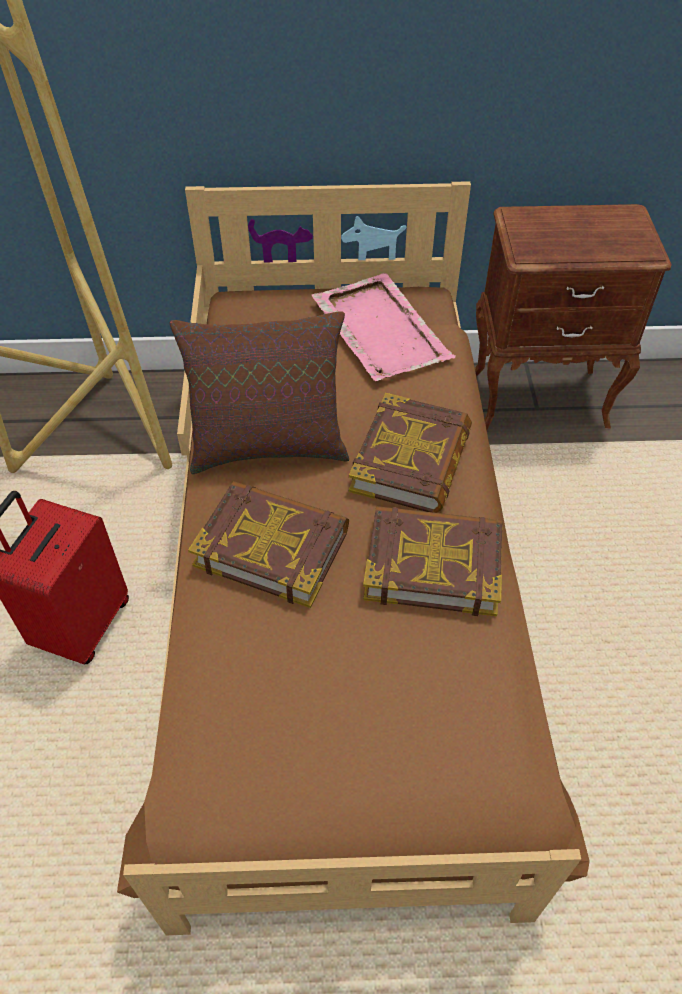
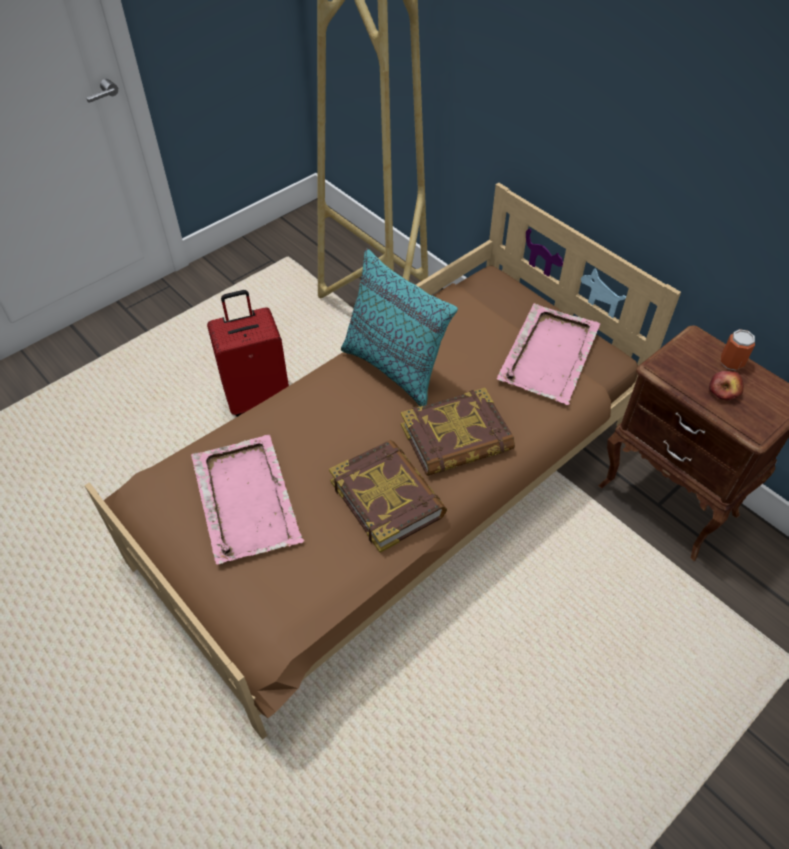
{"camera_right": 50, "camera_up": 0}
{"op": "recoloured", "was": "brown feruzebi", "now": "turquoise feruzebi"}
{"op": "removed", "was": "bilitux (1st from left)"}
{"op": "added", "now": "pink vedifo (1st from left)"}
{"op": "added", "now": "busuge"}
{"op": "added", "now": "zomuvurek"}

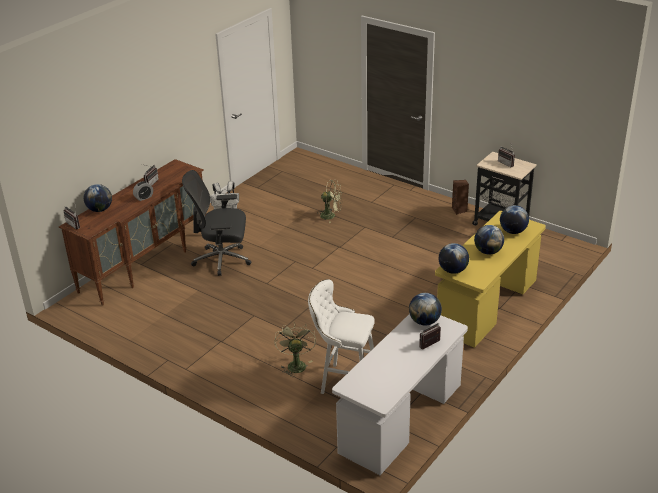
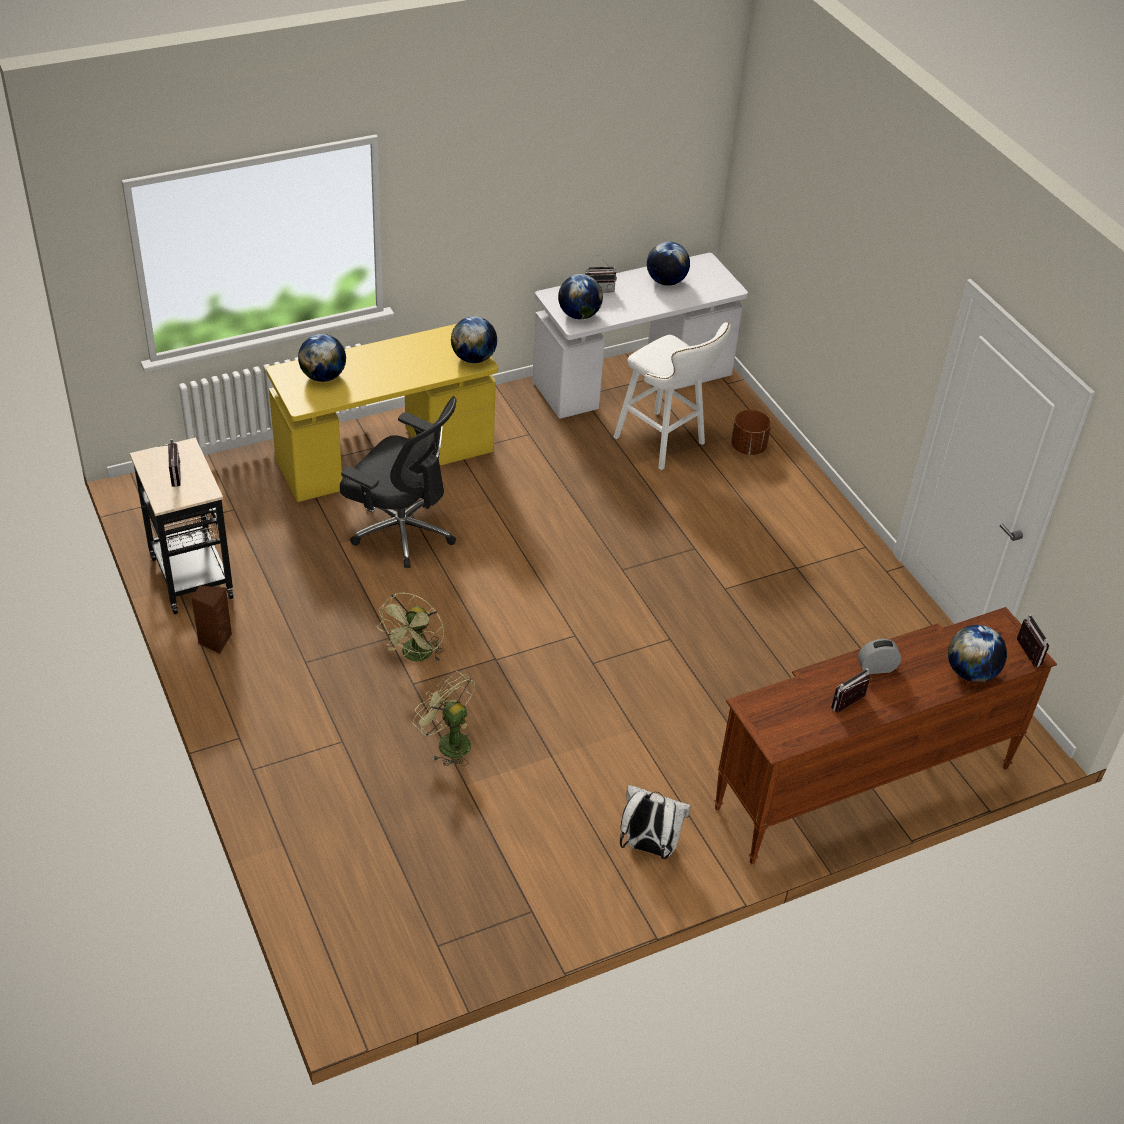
{"camera_right": -155, "camera_up": 10}
{"op": "moved", "was": "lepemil"}
{"op": "moved", "was": "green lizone (1st from left)"}
{"op": "moved", "was": "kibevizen (4th from left)"}
{"op": "added", "now": "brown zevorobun"}

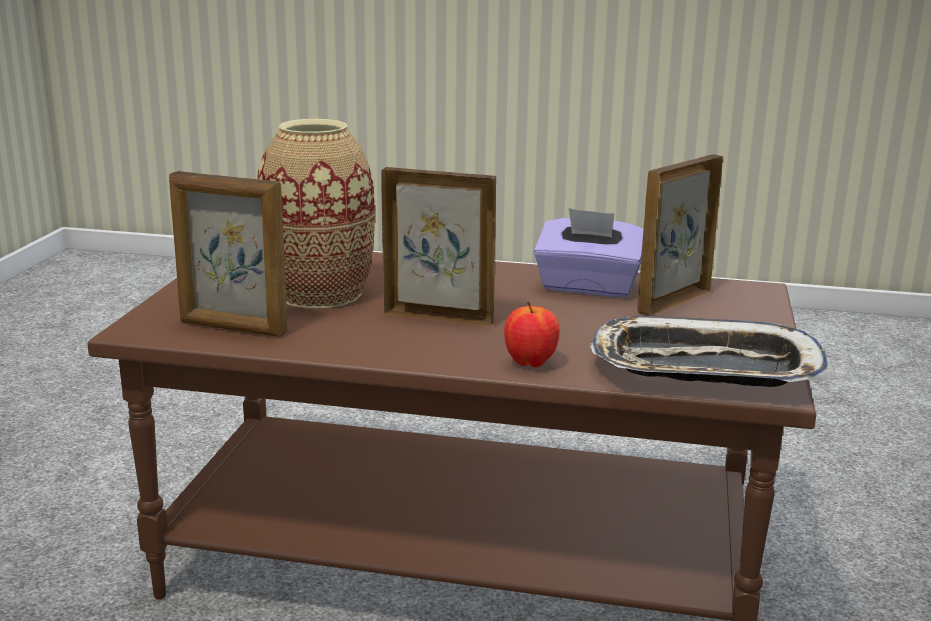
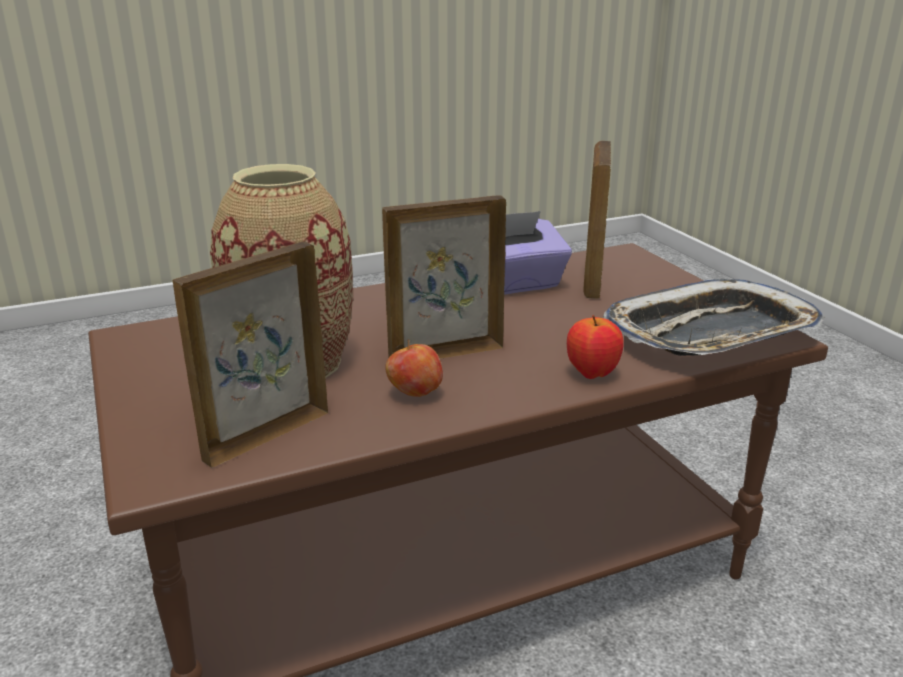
{"camera_right": -35, "camera_up": 5}
{"op": "turned", "was": "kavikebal (1st from left)", "clockwise": 150}
{"op": "added", "now": "busuge (1st from left)"}

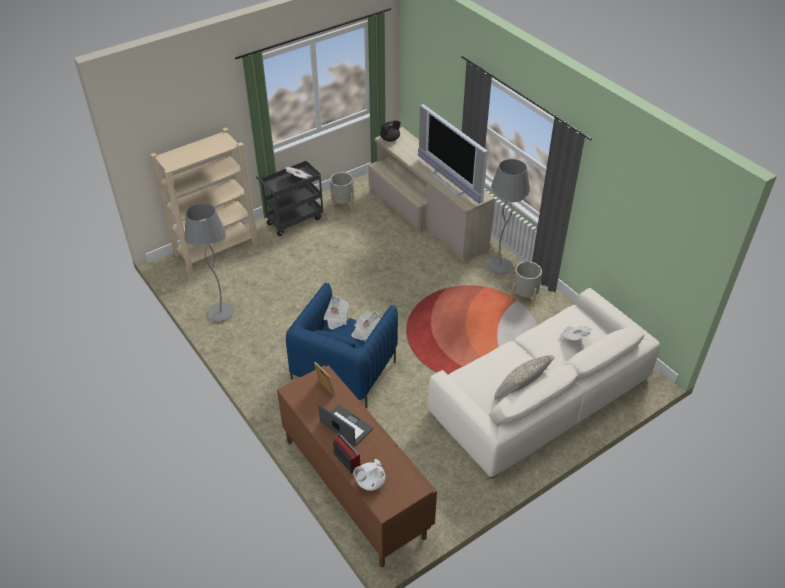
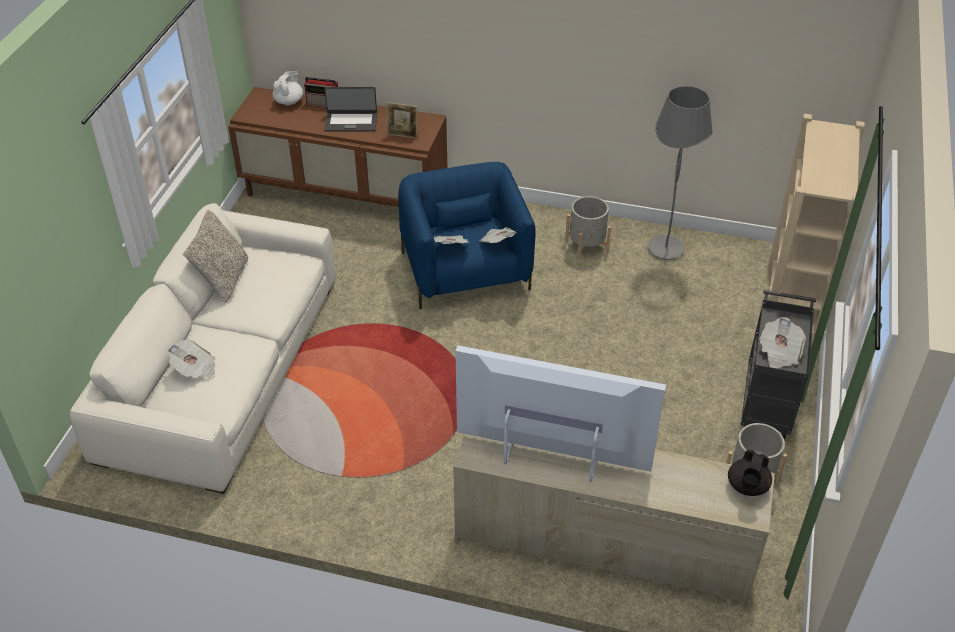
{"camera_right": 140, "camera_up": 0}
{"op": "removed", "was": "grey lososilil (2nd from left)"}
{"op": "moved", "was": "grey zevorobun (2nd from left in the first image)", "now": "grey zevorobun (1st from left)"}

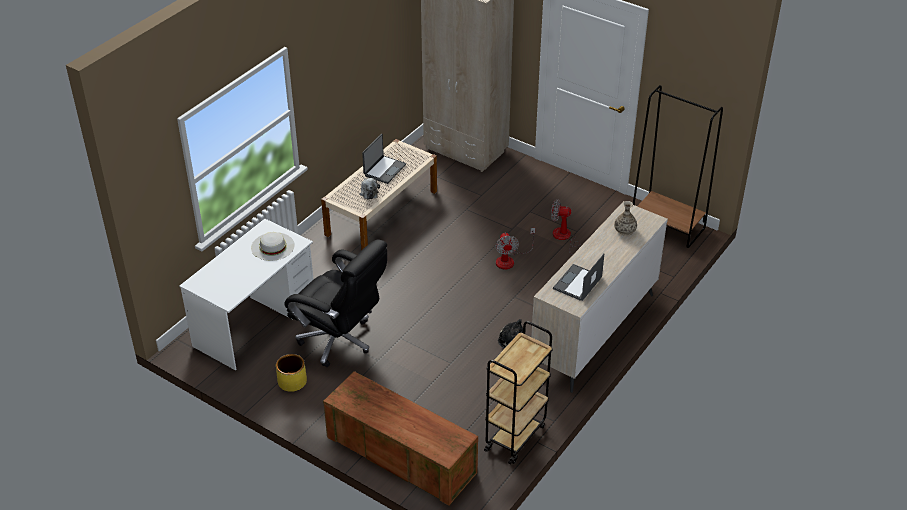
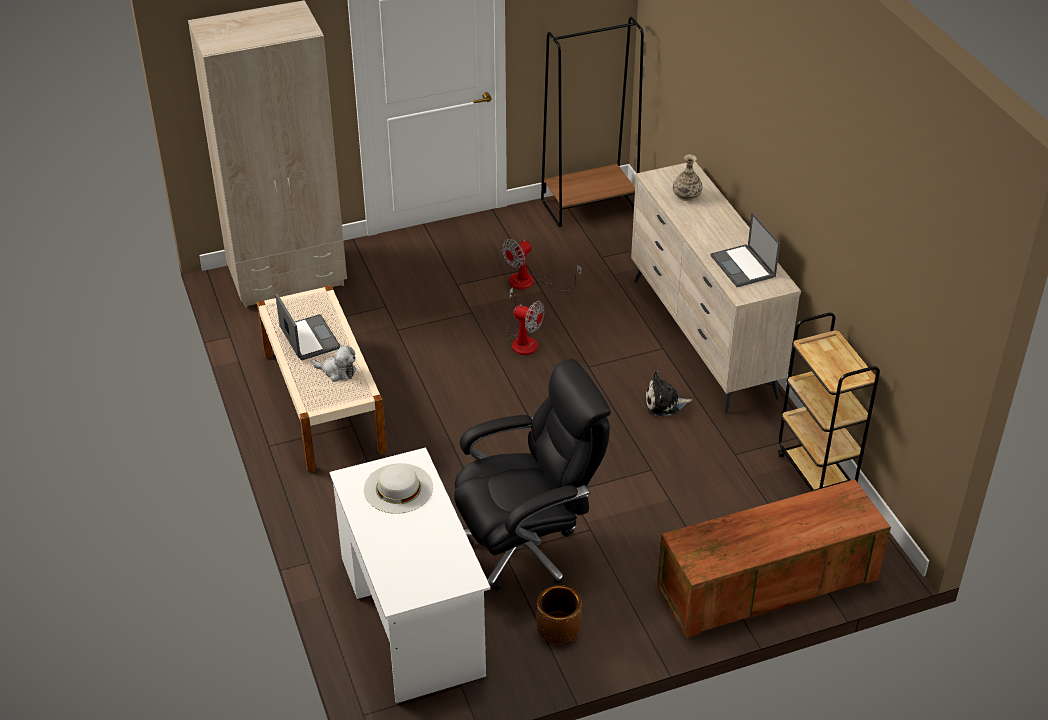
{"camera_right": -55, "camera_up": 0}
{"op": "recoloured", "was": "yellow zevorobun", "now": "brown zevorobun"}

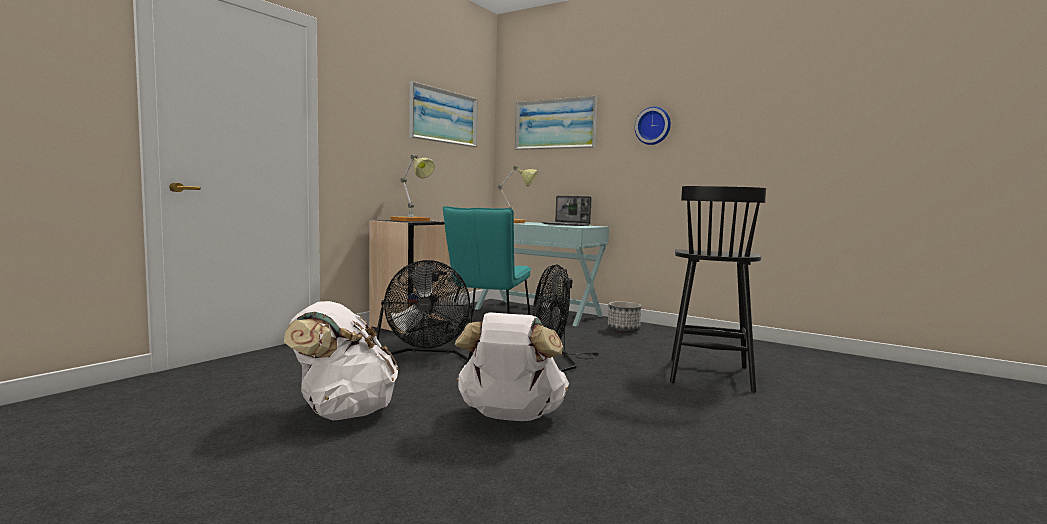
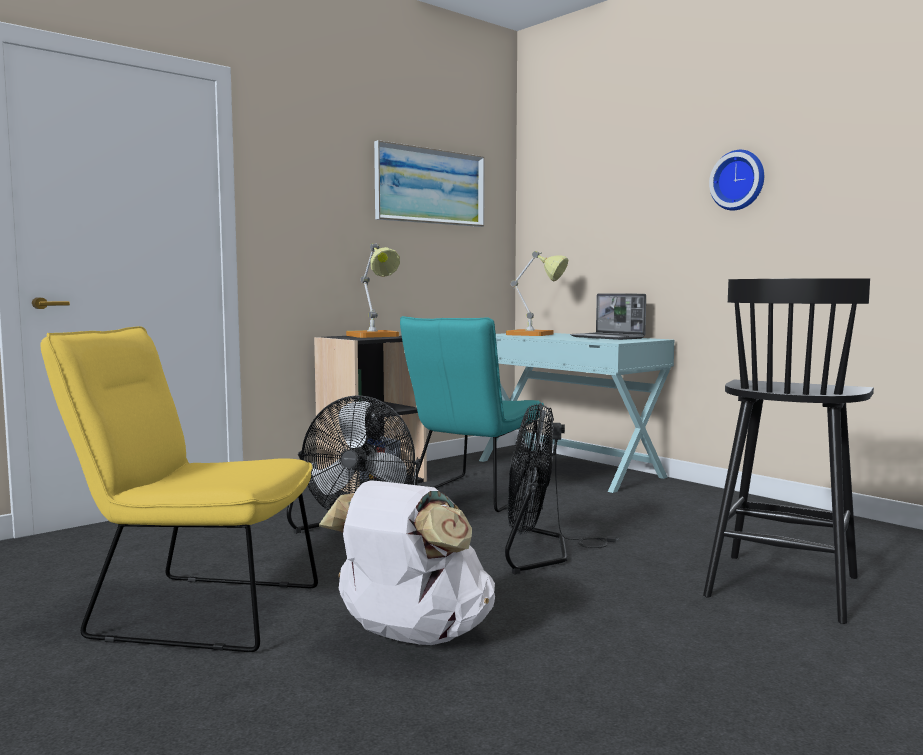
{"camera_right": 15, "camera_up": 0}
{"op": "replaced", "was": "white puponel (1st from left)", "now": "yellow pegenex"}
{"op": "removed", "was": "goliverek (2nd from left)"}
{"op": "removed", "was": "zevorobun"}

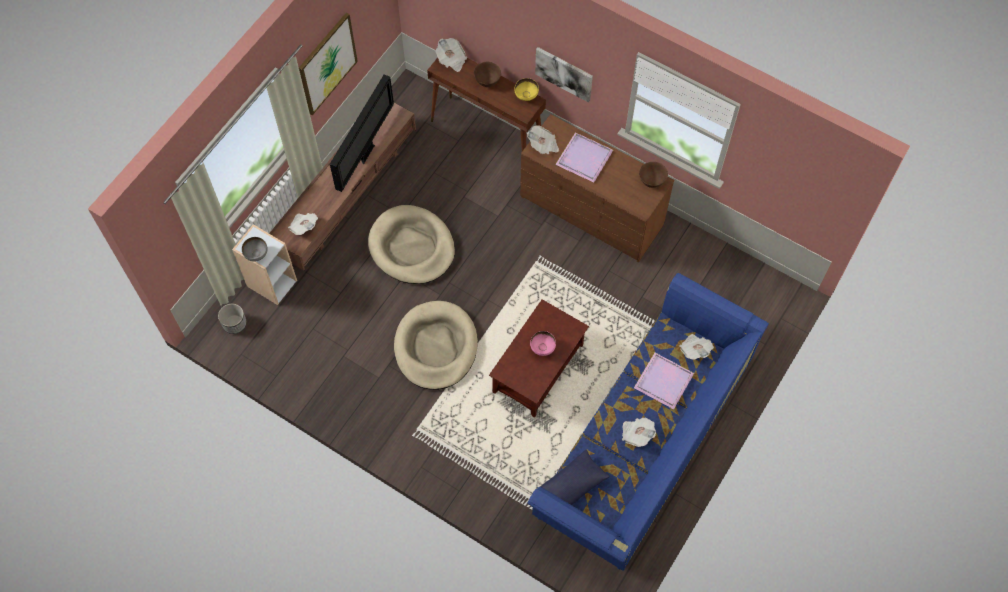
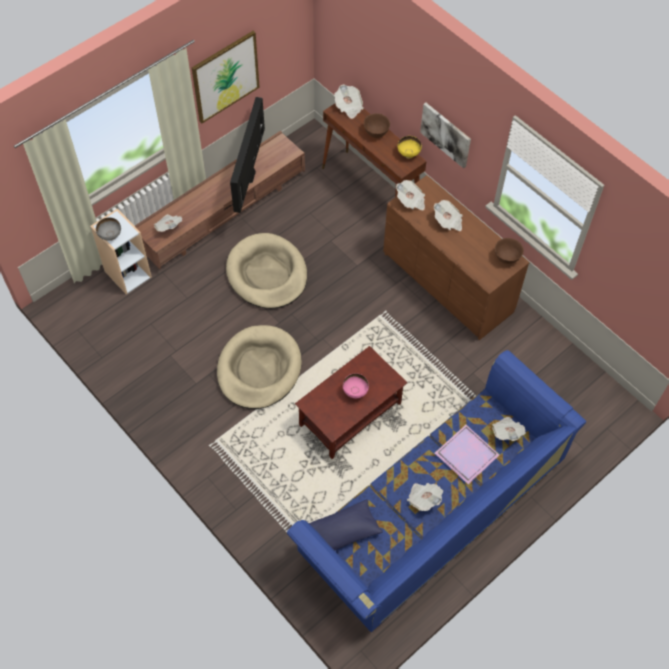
{"camera_right": 15, "camera_up": -5}
{"op": "removed", "was": "zevorobun"}
{"op": "turned", "was": "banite", "clockwise": 150}
{"op": "replaced", "was": "purple vedifo (1st from left)", "now": "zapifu (5th from left)"}

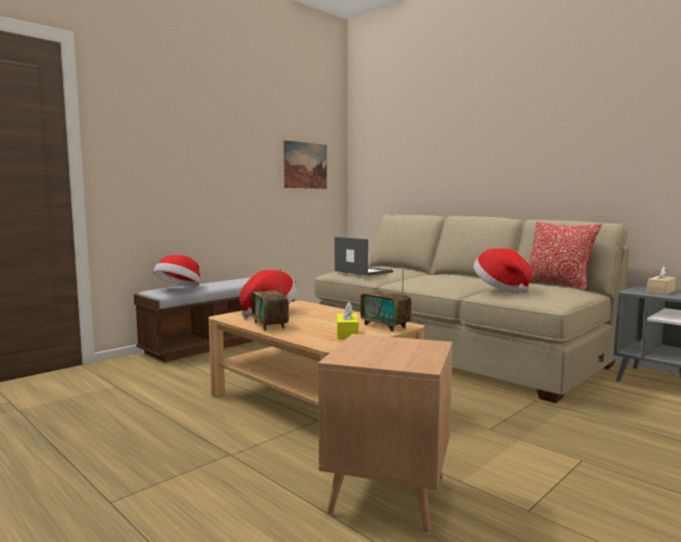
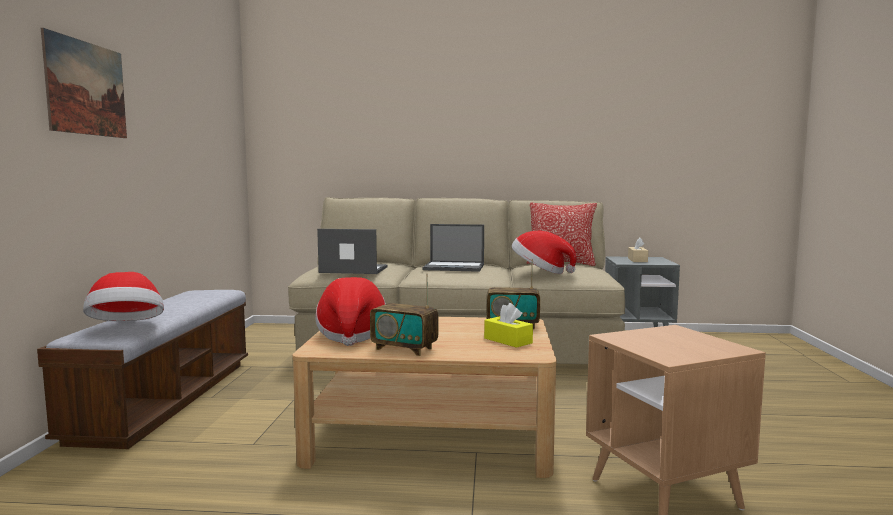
{"camera_right": -40, "camera_up": 0}
{"op": "moved", "was": "goliverek"}
{"op": "added", "now": "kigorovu (2nd from left)"}

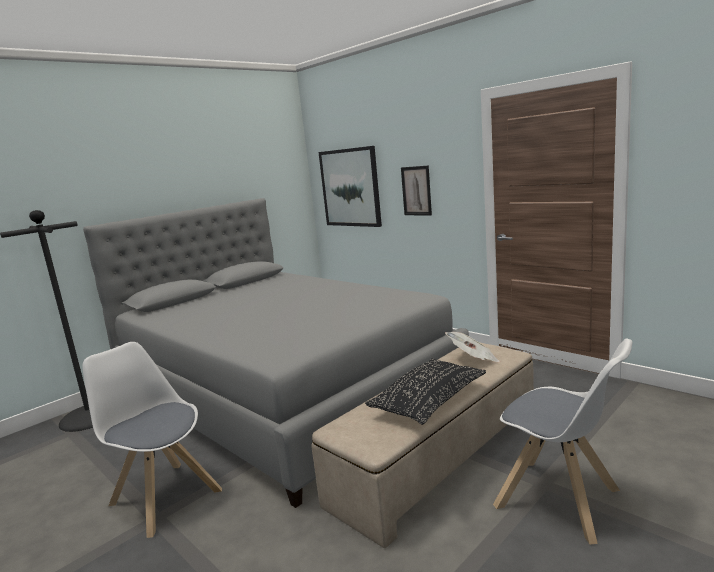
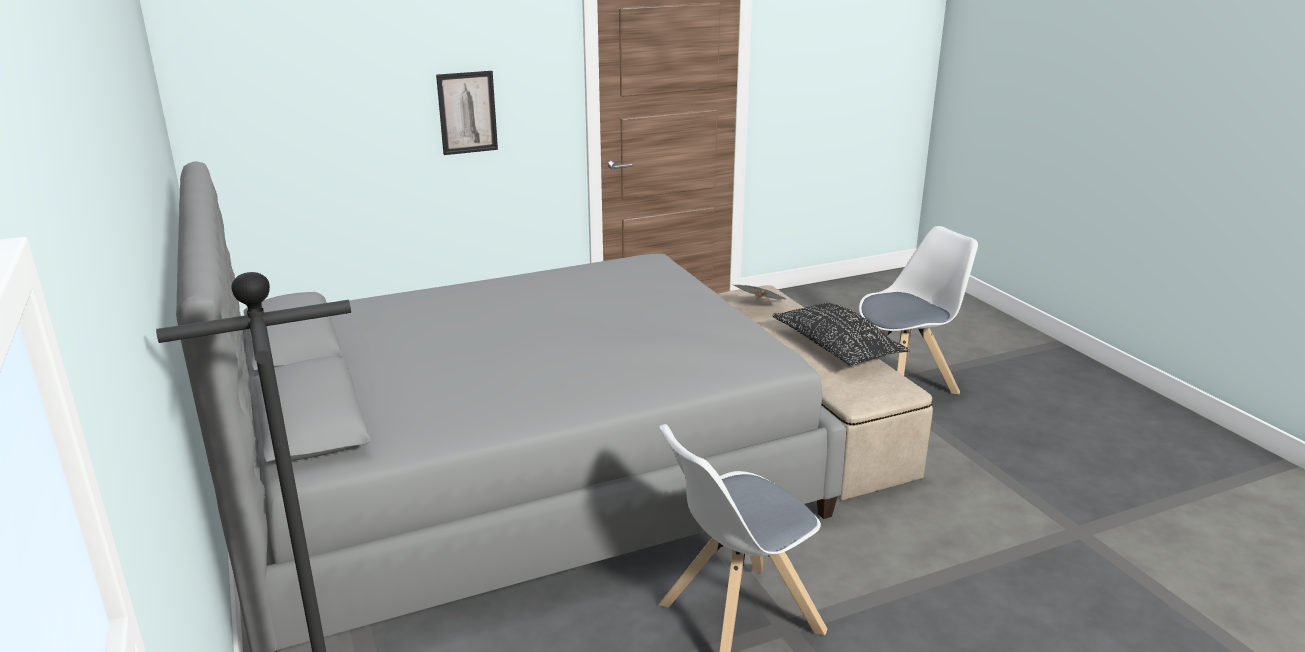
{"camera_right": -70, "camera_up": 10}
{"op": "removed", "was": "goliverek (1st from left)"}

